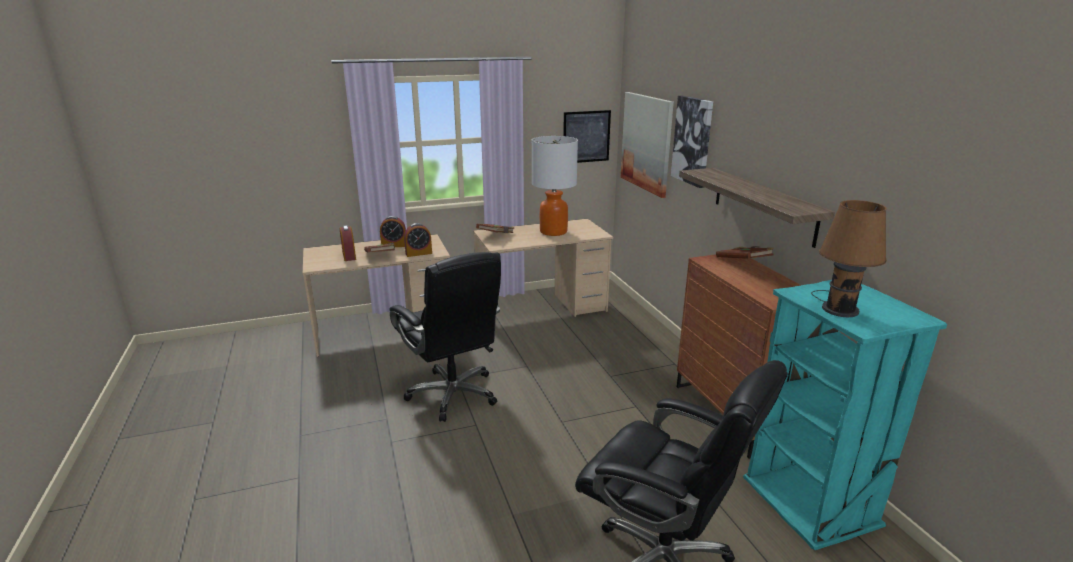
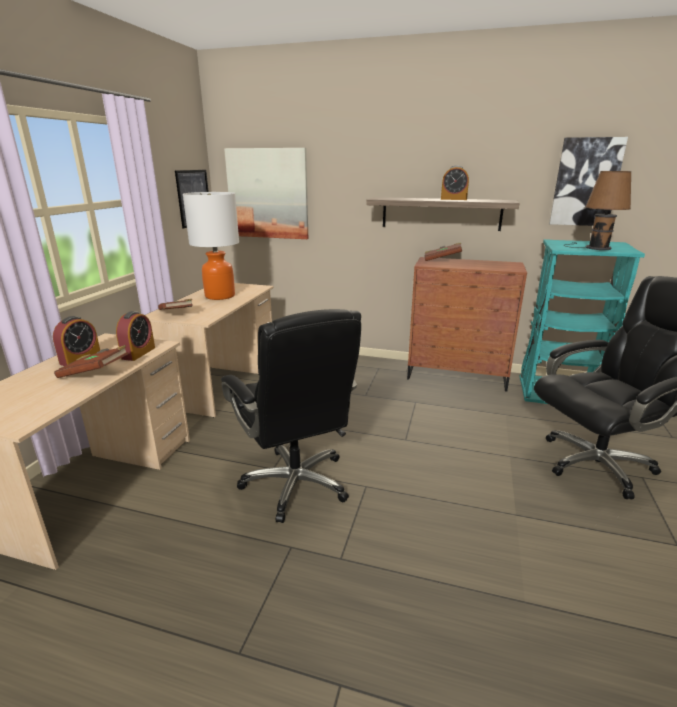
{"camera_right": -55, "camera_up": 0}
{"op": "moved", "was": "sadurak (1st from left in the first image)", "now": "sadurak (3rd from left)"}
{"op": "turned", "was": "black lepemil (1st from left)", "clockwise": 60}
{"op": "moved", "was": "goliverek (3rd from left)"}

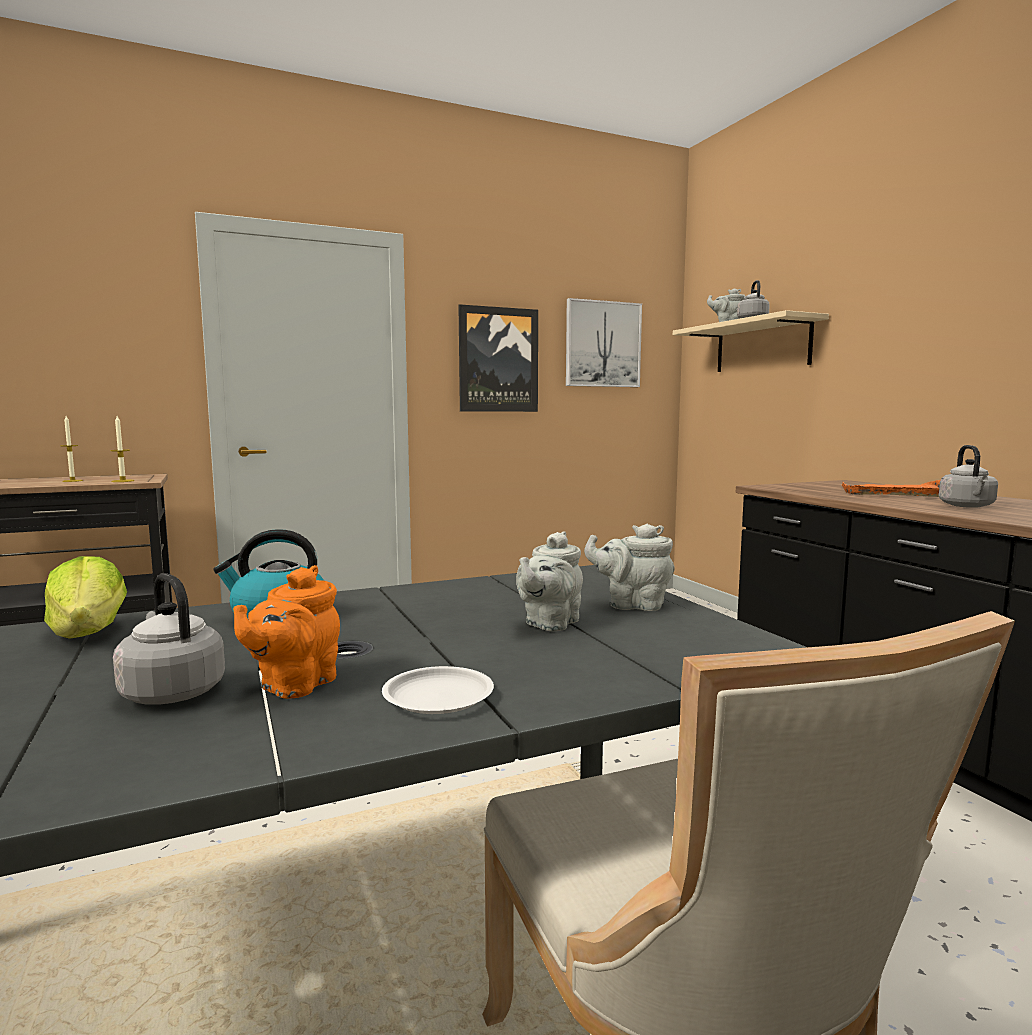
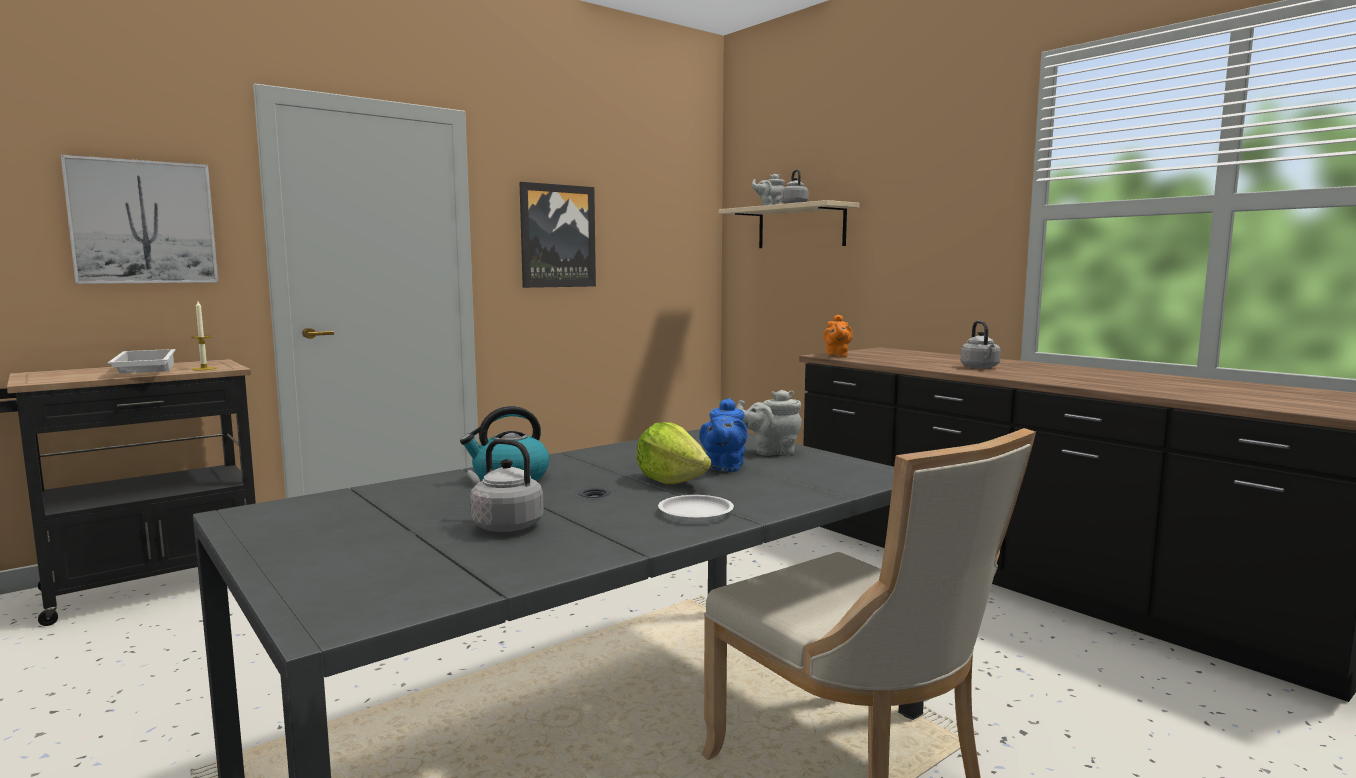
{"camera_right": -15, "camera_up": 0}
{"op": "moved", "was": "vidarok"}
{"op": "replaced", "was": "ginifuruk (1st from left)", "now": "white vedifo"}
{"op": "moved", "was": "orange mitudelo"}
{"op": "recoloured", "was": "grey mitudelo (1st from left)", "now": "blue mitudelo"}
{"op": "moved", "was": "goliverek (2nd from left in the first image)", "now": "goliverek (1st from left)"}
{"op": "removed", "was": "orange vedifo"}

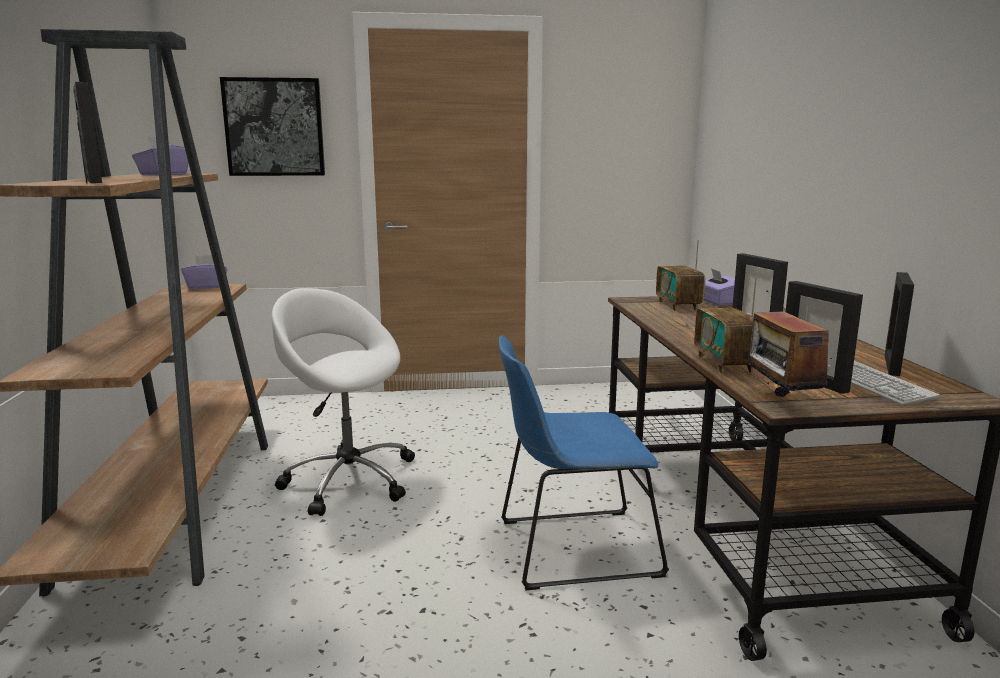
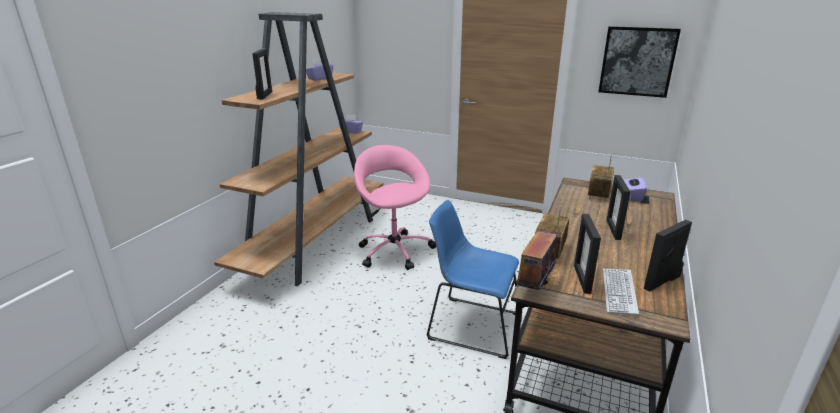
{"camera_right": 30, "camera_up": 10}
{"op": "moved", "was": "goliverek"}
{"op": "recoloured", "was": "white lepemil", "now": "pink lepemil"}

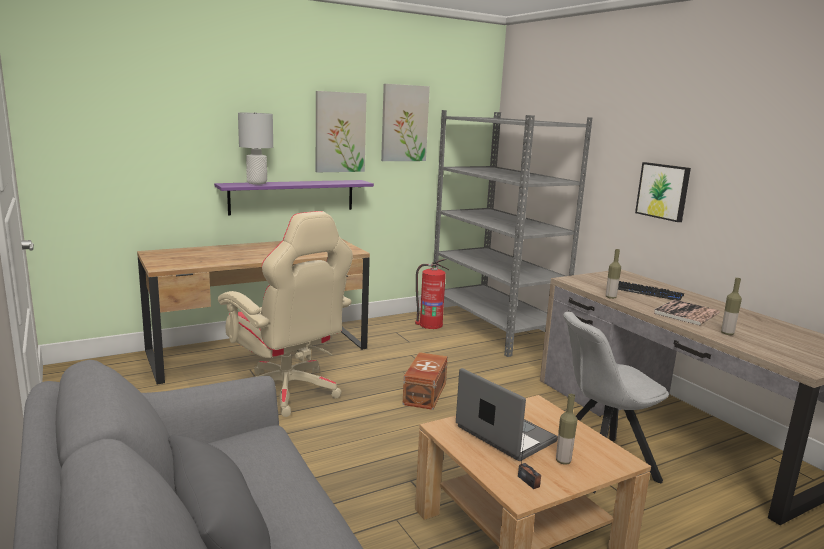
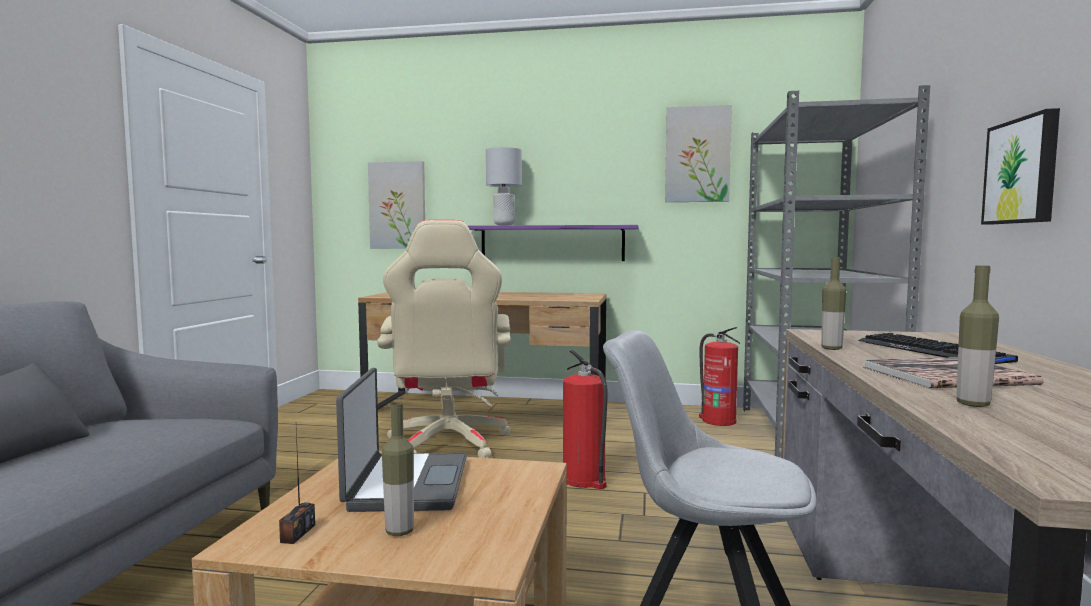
{"camera_right": 40, "camera_up": -10}
{"op": "moved", "was": "goliverek (1st from left)"}
{"op": "replaced", "was": "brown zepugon", "now": "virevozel (1st from left)"}

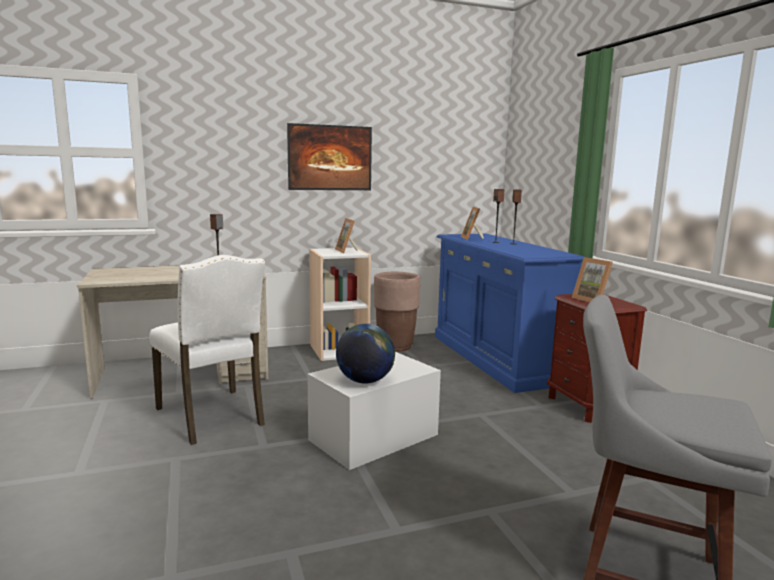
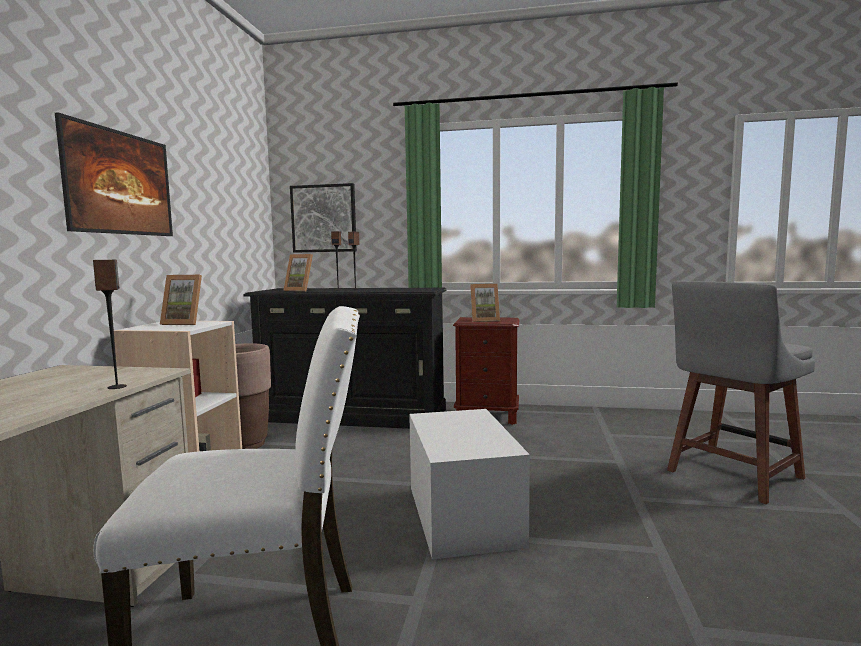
{"camera_right": -60, "camera_up": -5}
{"op": "removed", "was": "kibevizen"}
{"op": "recoloured", "was": "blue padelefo", "now": "black padelefo"}
{"op": "added", "now": "goliverek (2nd from left)"}

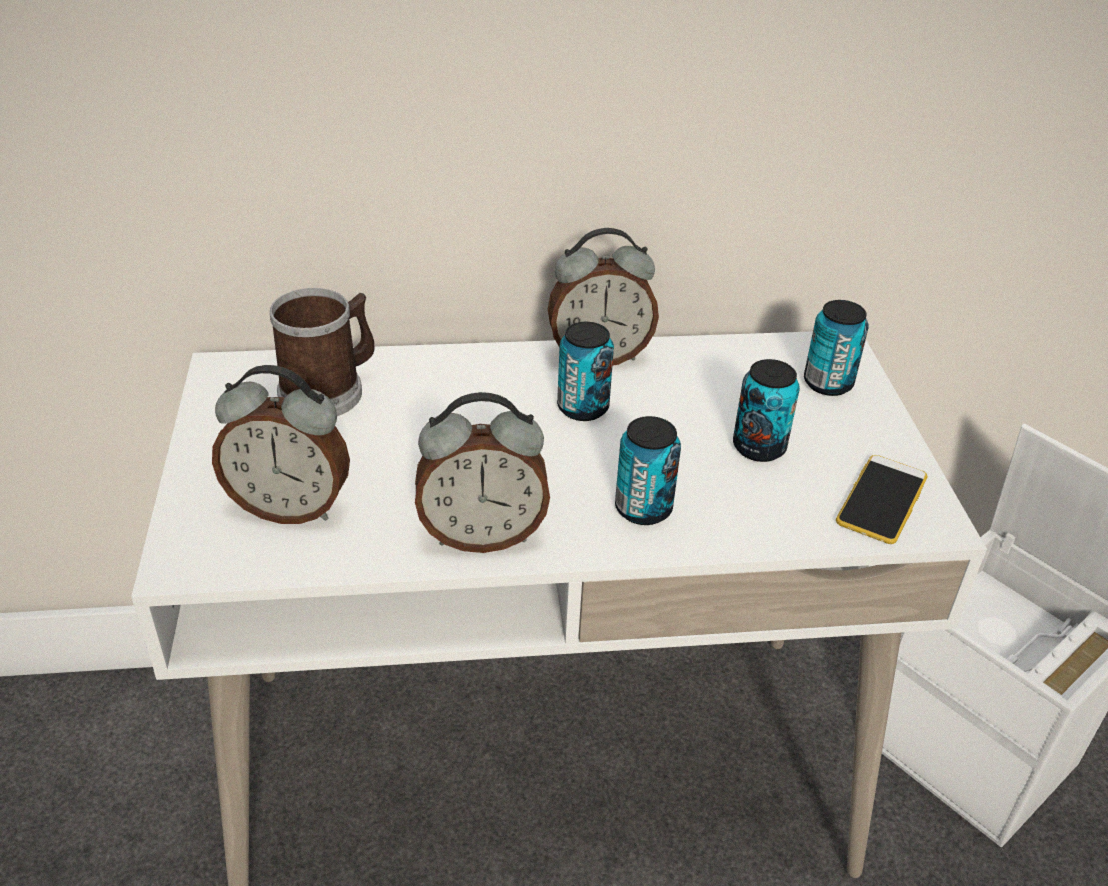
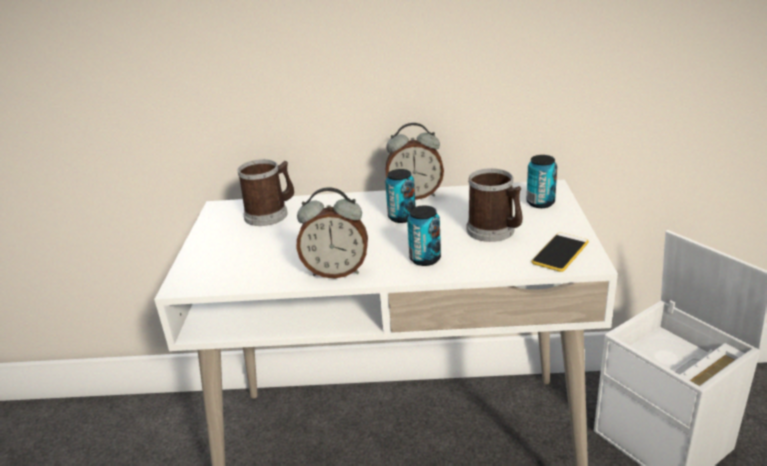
{"camera_right": 10, "camera_up": -10}
{"op": "removed", "was": "sadurak (1st from left)"}
{"op": "replaced", "was": "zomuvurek (3rd from left)", "now": "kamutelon (2nd from left)"}

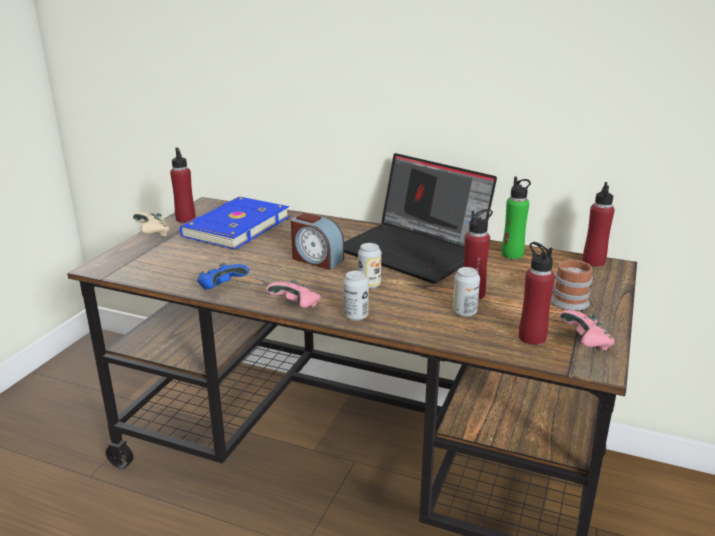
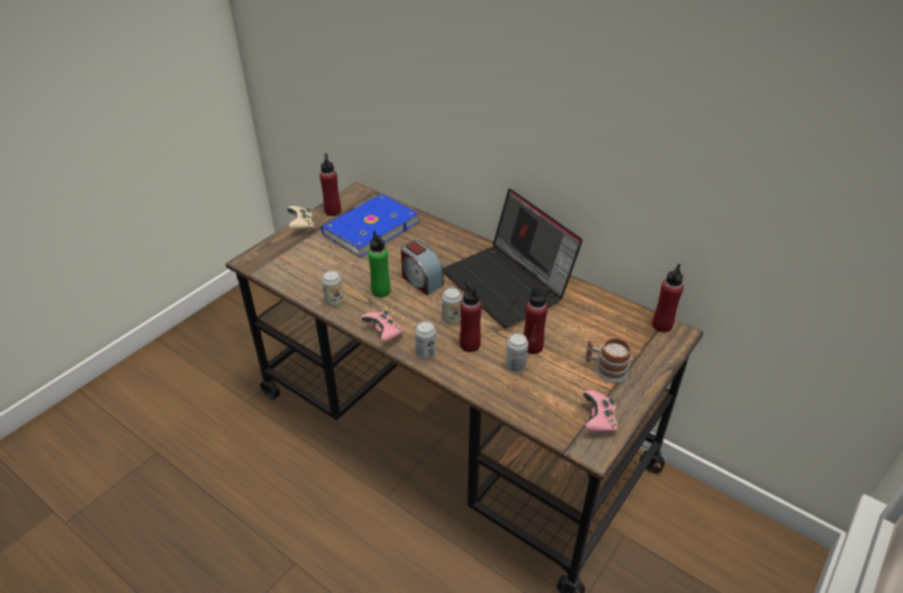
{"camera_right": 15, "camera_up": 15}
{"op": "replaced", "was": "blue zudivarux", "now": "zomuvurek (1st from left)"}
{"op": "moved", "was": "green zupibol"}
{"op": "moved", "was": "red zupibol (3rd from left in the first image)", "now": "red zupibol (2nd from left)"}

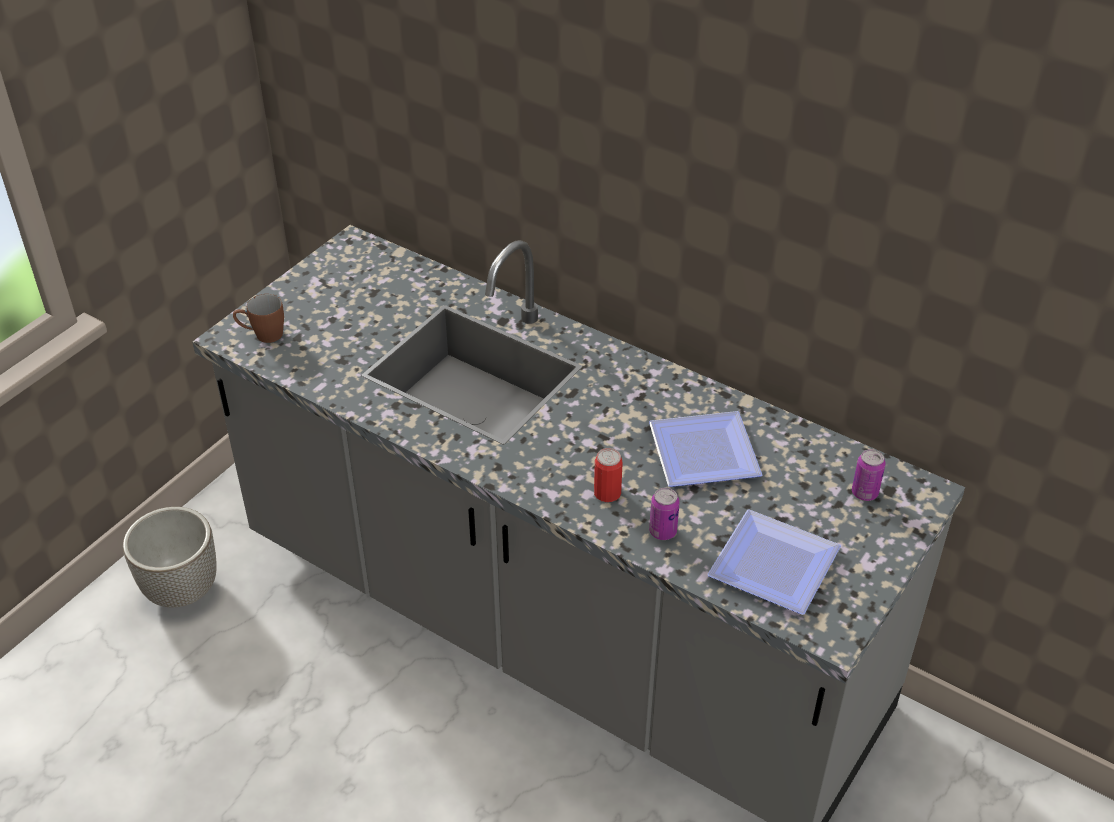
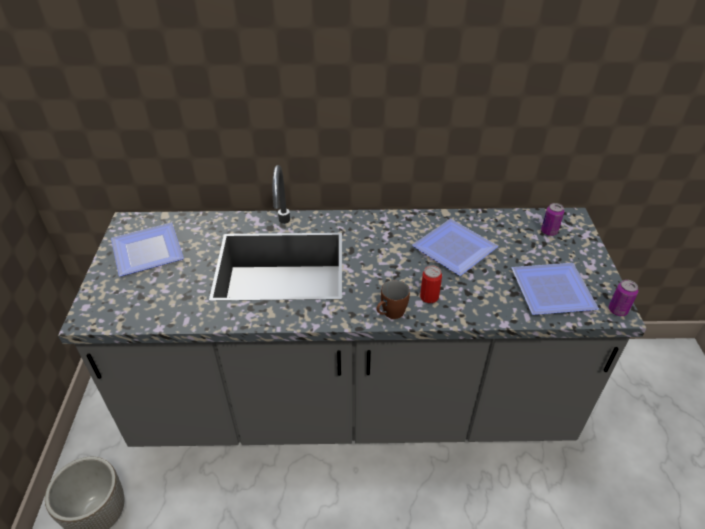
{"camera_right": -35, "camera_up": 0}
{"op": "moved", "was": "brown kamutelon"}
{"op": "moved", "was": "zomuvurek (2nd from left in the first image)", "now": "zomuvurek (3rd from left)"}
{"op": "added", "now": "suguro (1st from left)"}

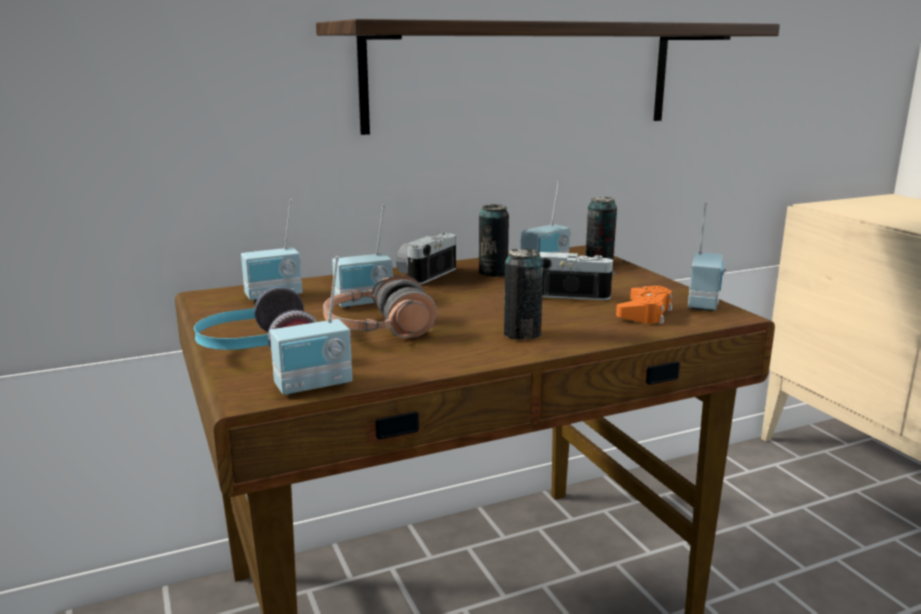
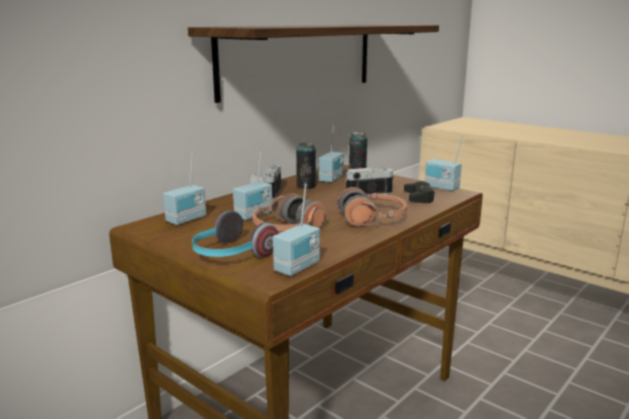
{"camera_right": -25, "camera_up": 0}
{"op": "replaced", "was": "zomuvurek (2nd from left)", "now": "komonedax (3rd from left)"}
{"op": "recoloured", "was": "orange zudivarux", "now": "black zudivarux"}
{"op": "turned", "was": "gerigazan (5th from left)", "clockwise": 135}

